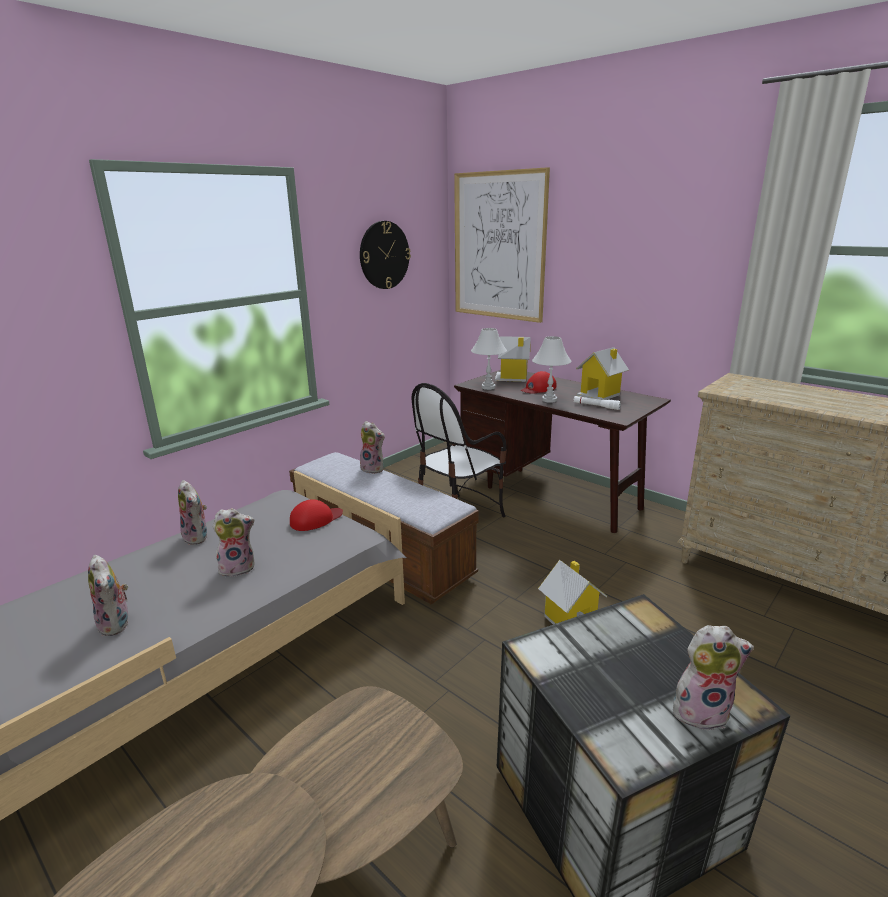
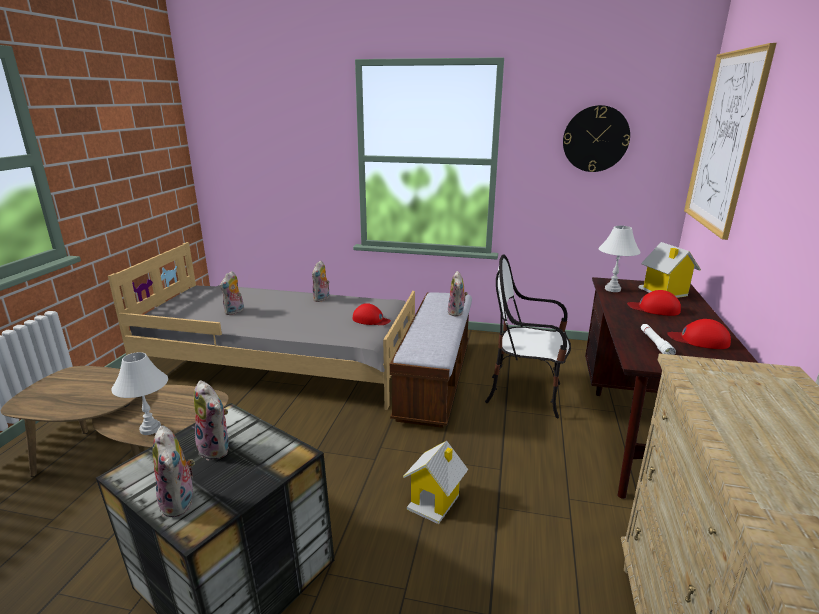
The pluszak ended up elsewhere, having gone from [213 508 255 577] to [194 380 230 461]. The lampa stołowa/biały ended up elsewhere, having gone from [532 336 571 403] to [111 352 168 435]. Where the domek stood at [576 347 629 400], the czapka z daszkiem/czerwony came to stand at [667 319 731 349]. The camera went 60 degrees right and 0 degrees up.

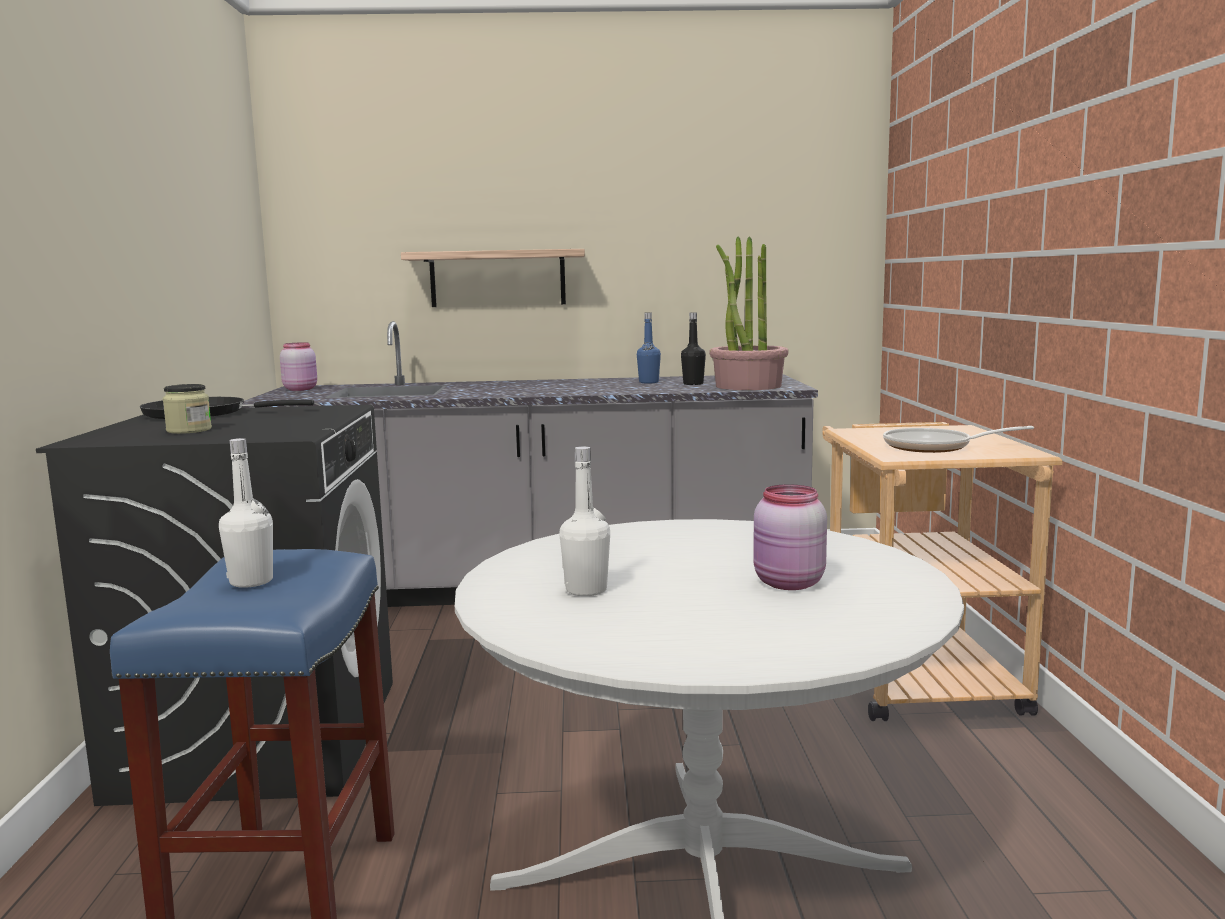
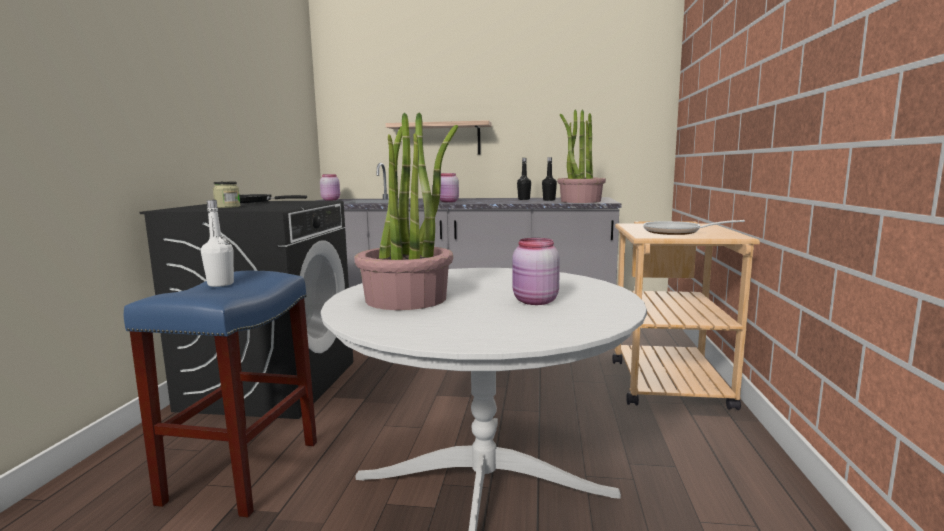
The second view gained the słoik/różowy at [440 173 459 202]. Where the butelka/biały stood at [560 446 610 596], the roślina doniczkowa came to stand at [354 113 458 310]. What was the butelka/niebieski at [637 312 661 383] turned into the butelka/czarny at [517 158 531 200]. The camera went 10 degrees right and 0 degrees up.

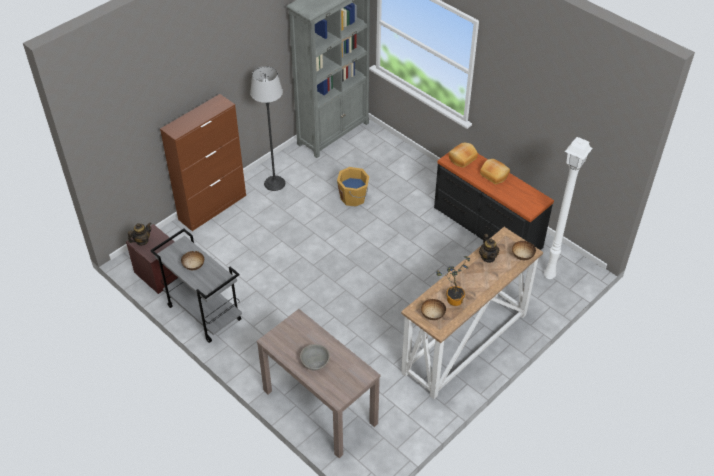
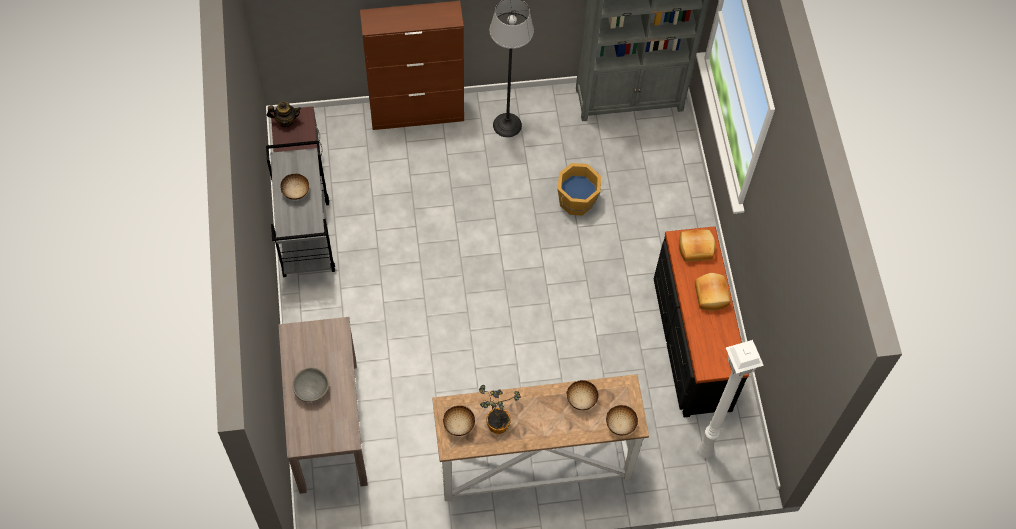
Where the imbryk stood at [479 234 499 263], the miska came to stand at [566 380 598 410]. The camera went 35 degrees right and 15 degrees up.

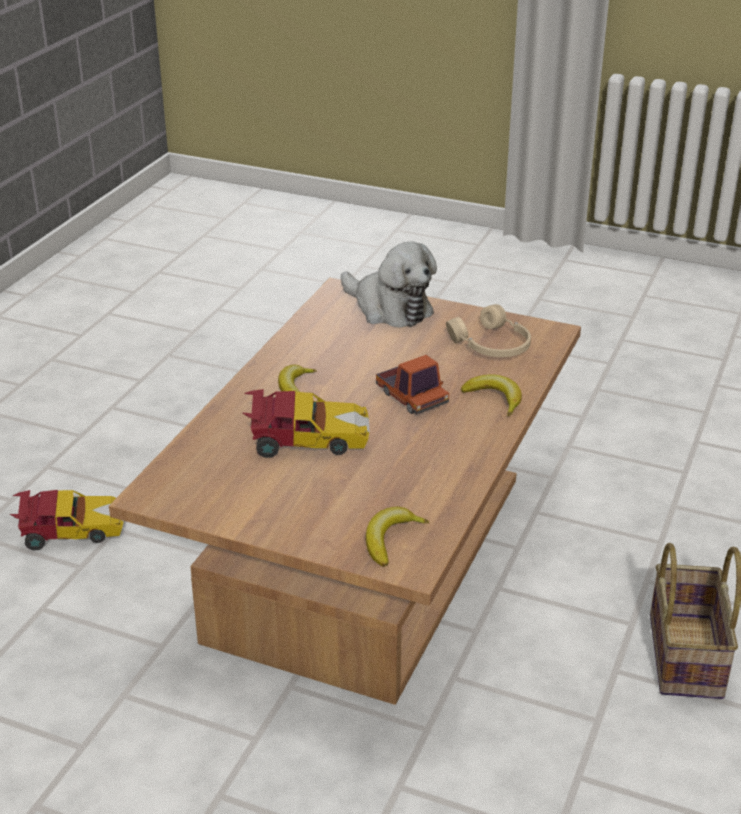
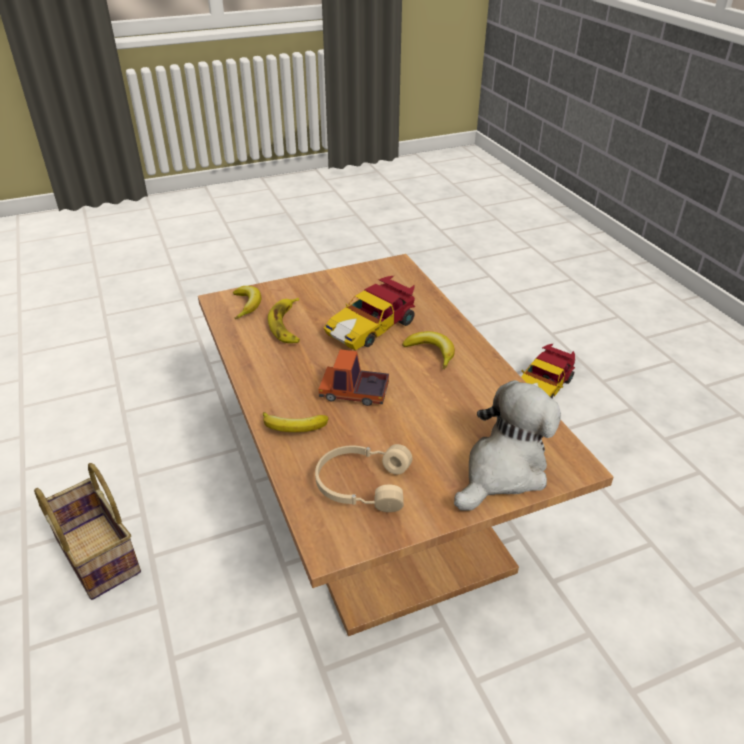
The second view gained the banan at [268 298 300 343]. The pluszak at [341 241 437 328] ended up facing another way, 135 degrees clockwise from before. The camera went 135 degrees right and 5 degrees up.

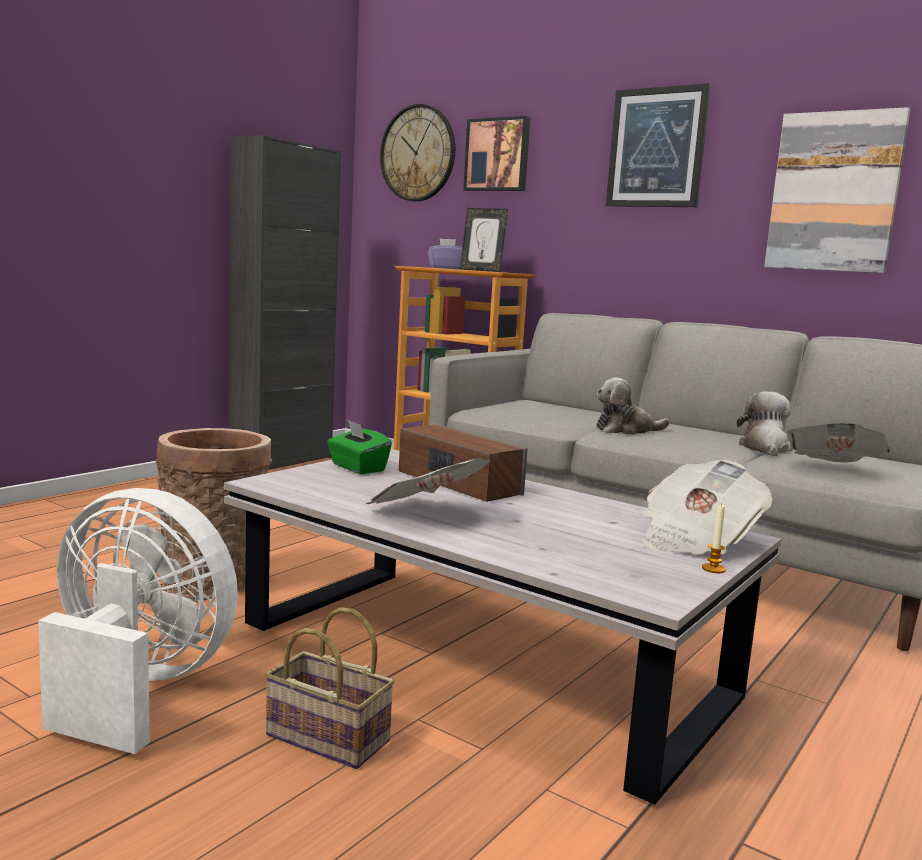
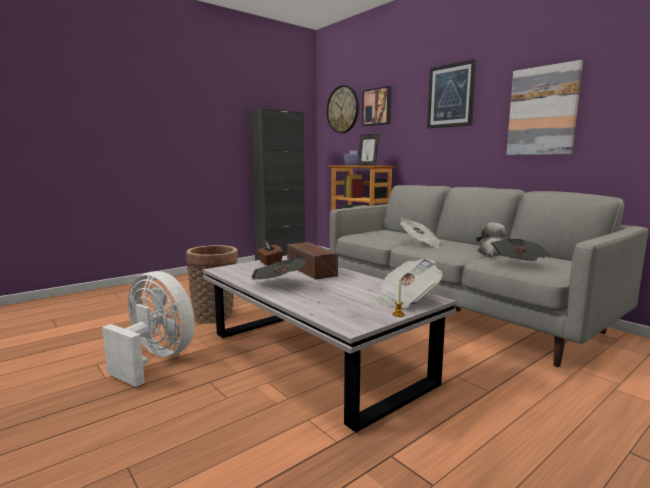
The second view lost the koszyk at [265 607 395 769]. Where the pluszak stood at [596 378 669 435], the gazeta came to stand at [400 218 441 248]. What was the pudełko chusteczek/zielony at [327 419 392 474] turned into the pudełko chusteczek/brązowy at [257 241 283 266]. The camera went 15 degrees right and 0 degrees up.

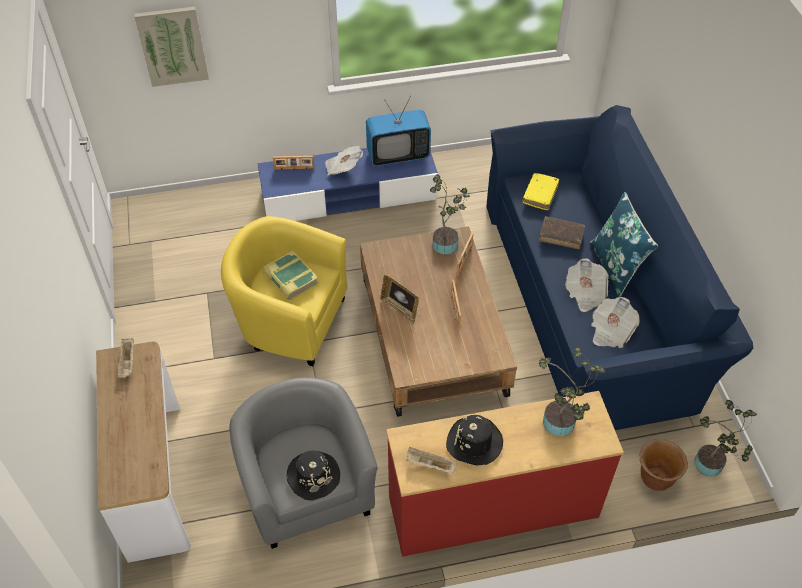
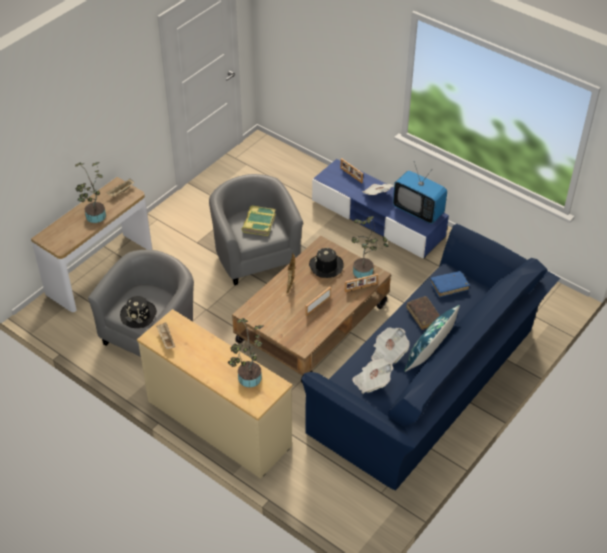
The second view lost the obraz at [134 7 209 87]. The second view lost the donica/brązowy at [640 439 688 491]. The kapelusz/czarny ended up elsewhere, having gone from [446 415 503 466] to [309 247 344 278]. The roślina doniczkowa ended up elsewhere, having gone from [694 400 757 477] to [75 162 106 223]. What was the fotel/żółty at [221 216 347 366] turned into the fotel/szary at [209 174 303 285]. What was the komoda/czerwony at [386 391 624 557] turned into the komoda/beżowy at [137 309 293 479]. What was the książka/żółty at [522 173 559 210] turned into the książka/niebieski at [430 271 470 297]. The camera went 50 degrees right and 5 degrees down.

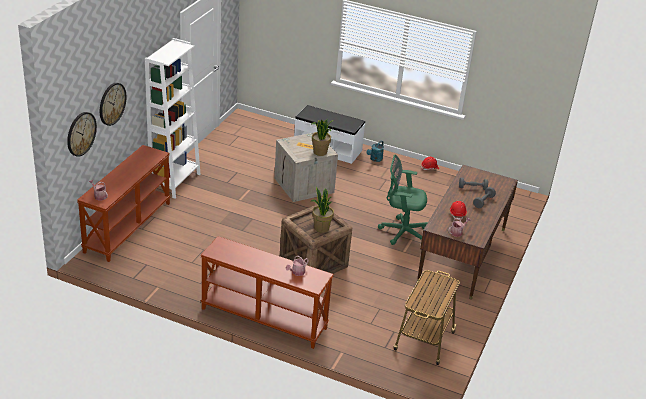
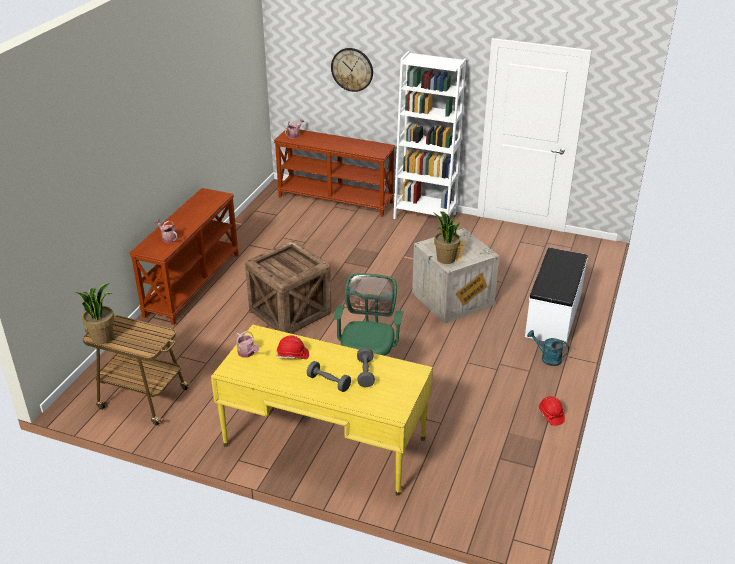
The second view lost the zegar ścienny at [67 112 97 157]. The roślina doniczkowa ended up elsewhere, having gone from [311 186 334 233] to [74 283 114 344]. What was the biurko/brązowy at [417 165 518 299] turned into the biurko/żółty at [211 324 433 496]. The camera went 90 degrees right and 0 degrees up.

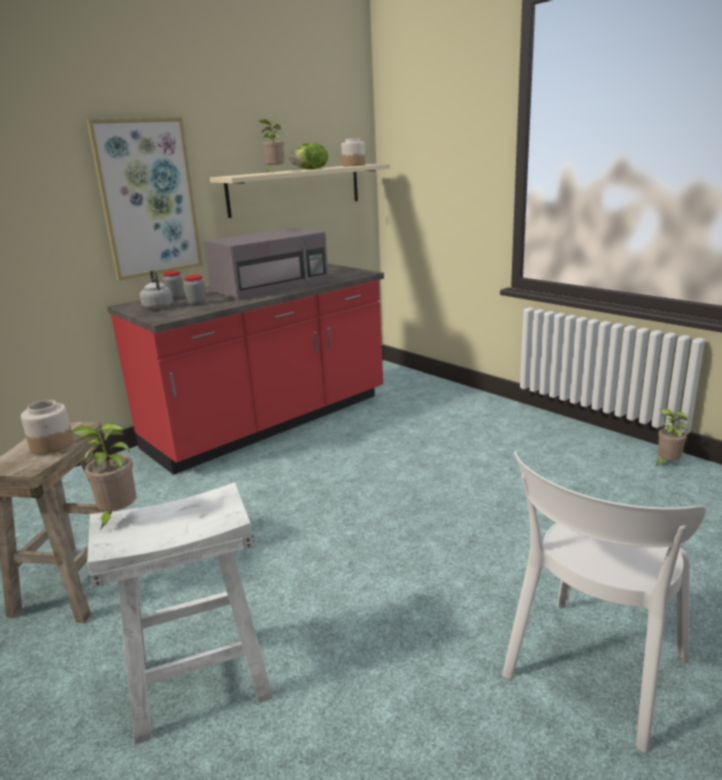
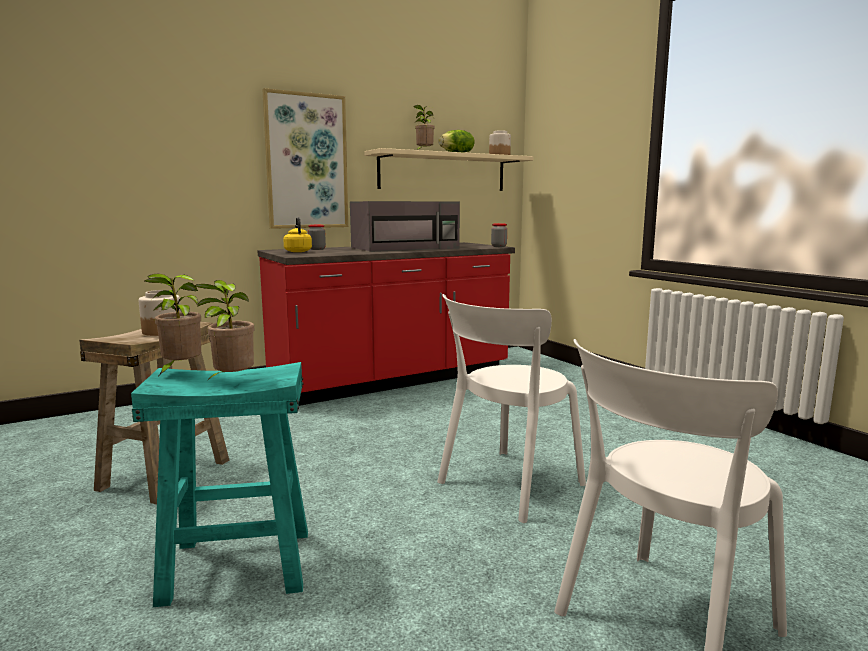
The second view gained the krzesło/biały at [437 294 586 523]. The słoik ended up elsewhere, having gone from [184 275 206 306] to [491 223 507 247]. The roślina doniczkowa ended up elsewhere, having gone from [656 409 688 466] to [195 280 254 380]. What was the stołek/biały at [87 482 273 744] turned into the stołek/turkusowy at [131 362 308 607]. What was the czajnik/szary at [140 270 173 310] turned into the czajnik/żółty at [283 217 312 252]. The camera went 10 degrees right and 10 degrees down.

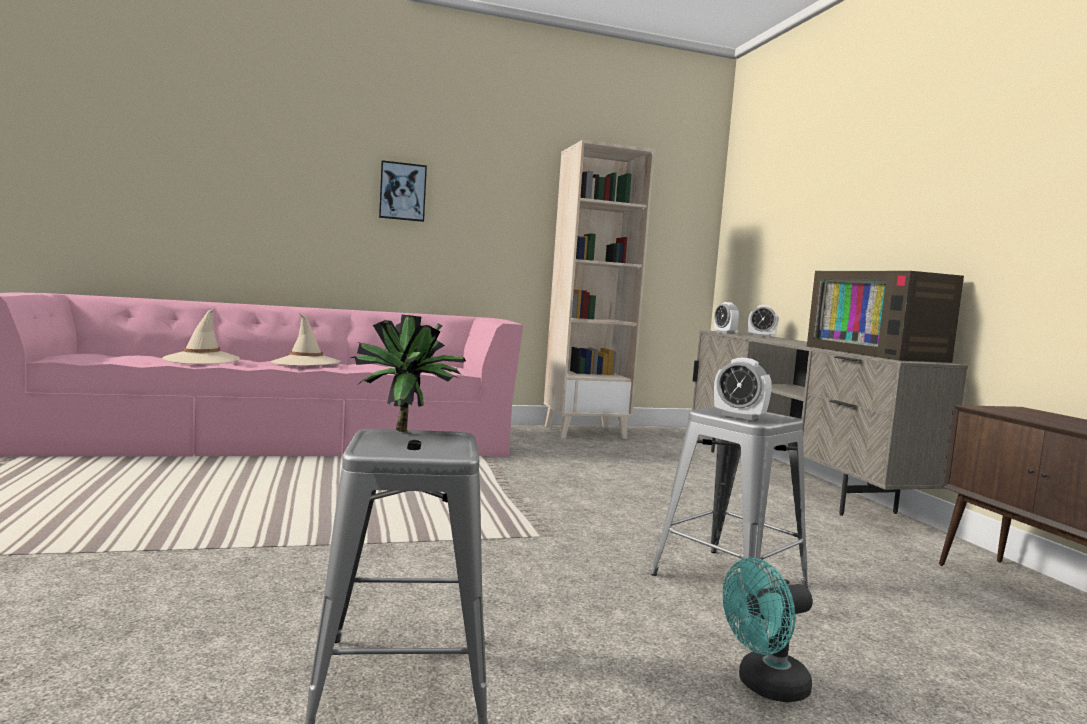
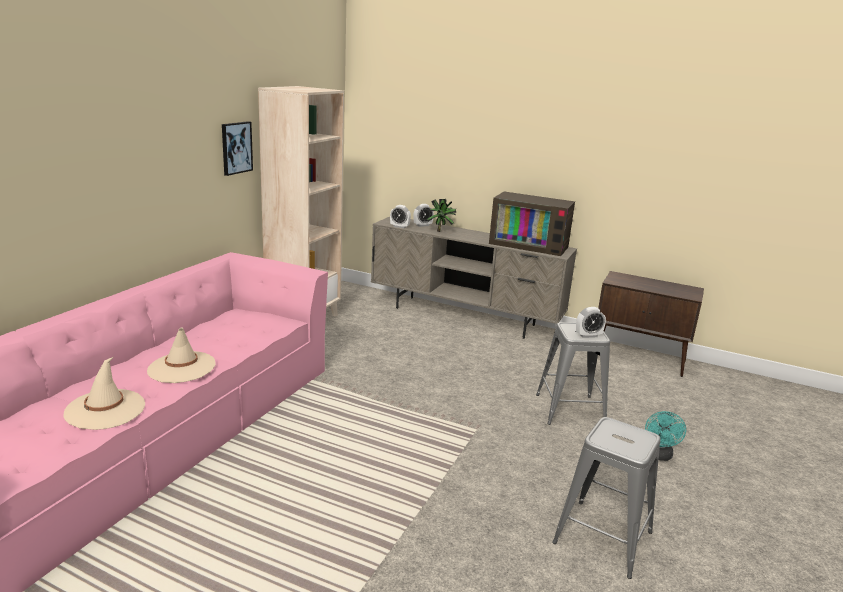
The roślina doniczkowa ended up elsewhere, having gone from [351 315 466 432] to [426 199 456 232]. The obraz ended up elsewhere, having gone from [379 160 427 222] to [222 121 253 176]. The camera went 50 degrees left and 15 degrees up.

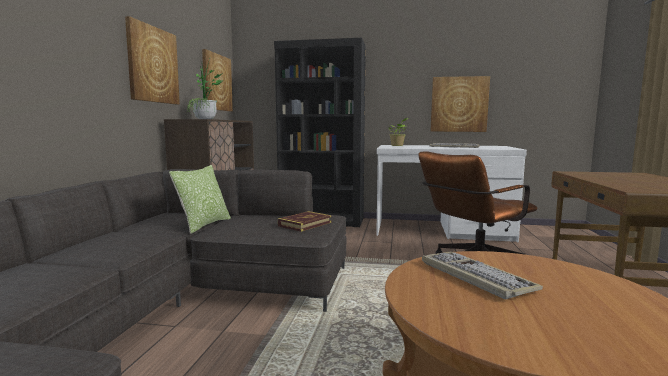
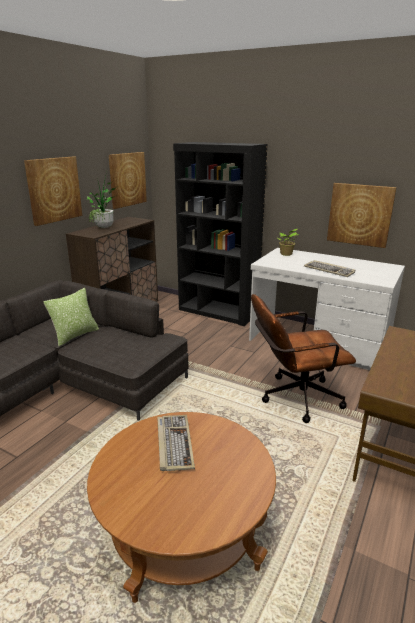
The second view lost the książka at [278 211 331 232]. The camera went 20 degrees right and 15 degrees up.

